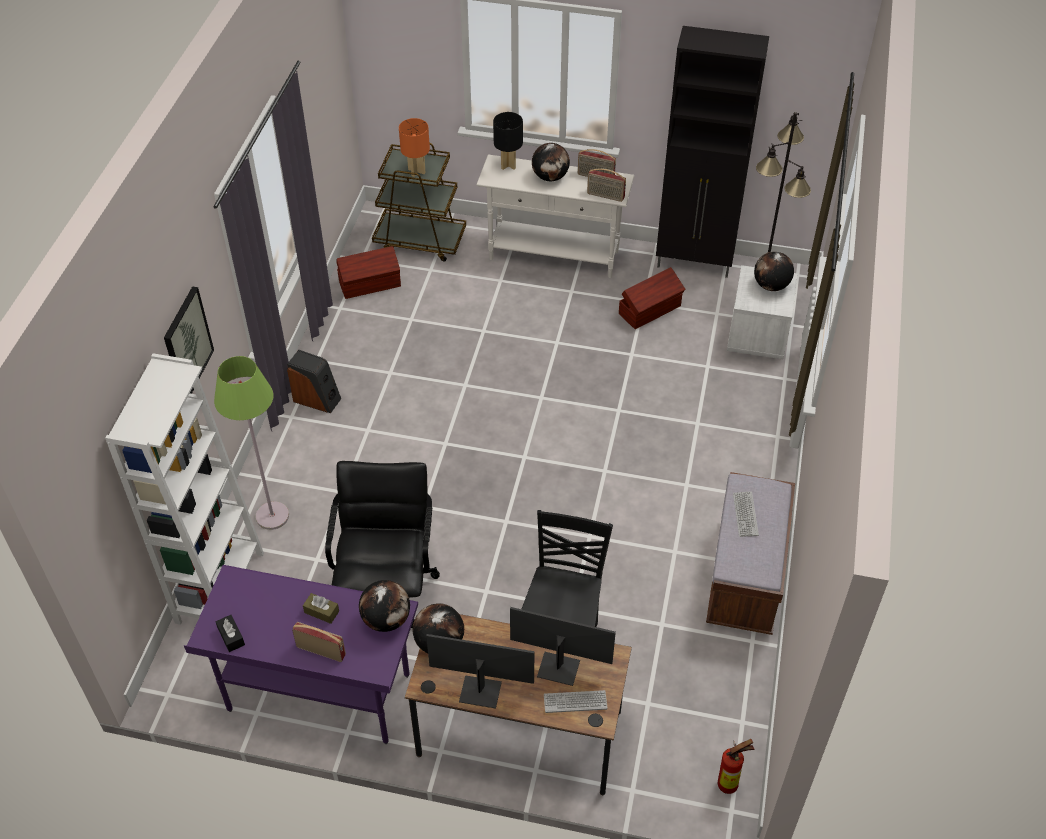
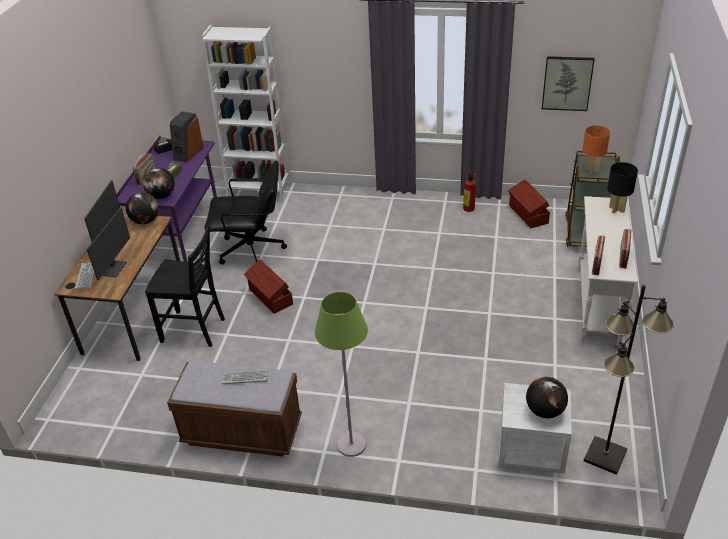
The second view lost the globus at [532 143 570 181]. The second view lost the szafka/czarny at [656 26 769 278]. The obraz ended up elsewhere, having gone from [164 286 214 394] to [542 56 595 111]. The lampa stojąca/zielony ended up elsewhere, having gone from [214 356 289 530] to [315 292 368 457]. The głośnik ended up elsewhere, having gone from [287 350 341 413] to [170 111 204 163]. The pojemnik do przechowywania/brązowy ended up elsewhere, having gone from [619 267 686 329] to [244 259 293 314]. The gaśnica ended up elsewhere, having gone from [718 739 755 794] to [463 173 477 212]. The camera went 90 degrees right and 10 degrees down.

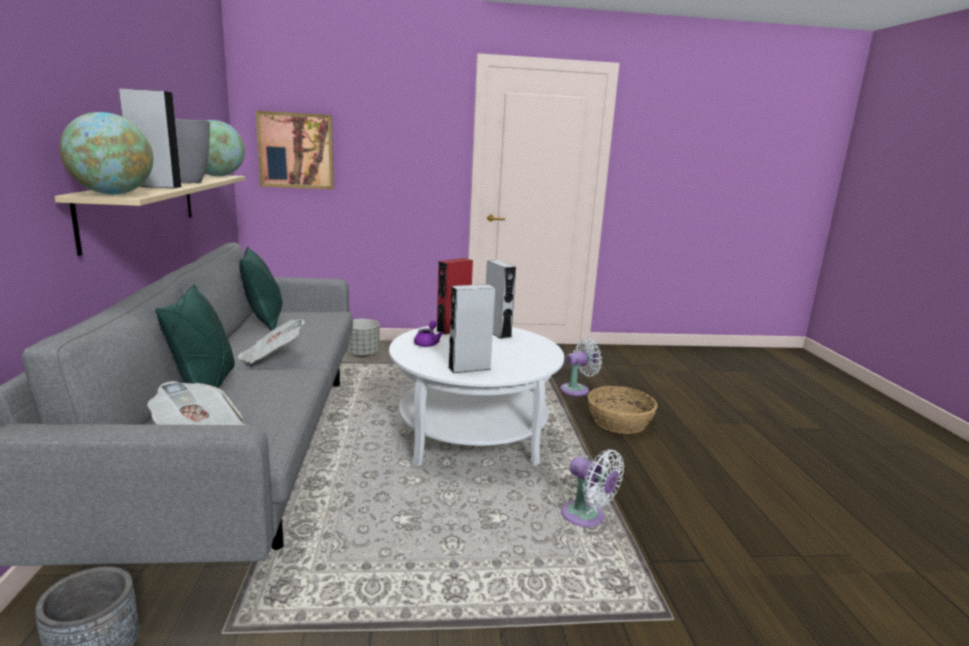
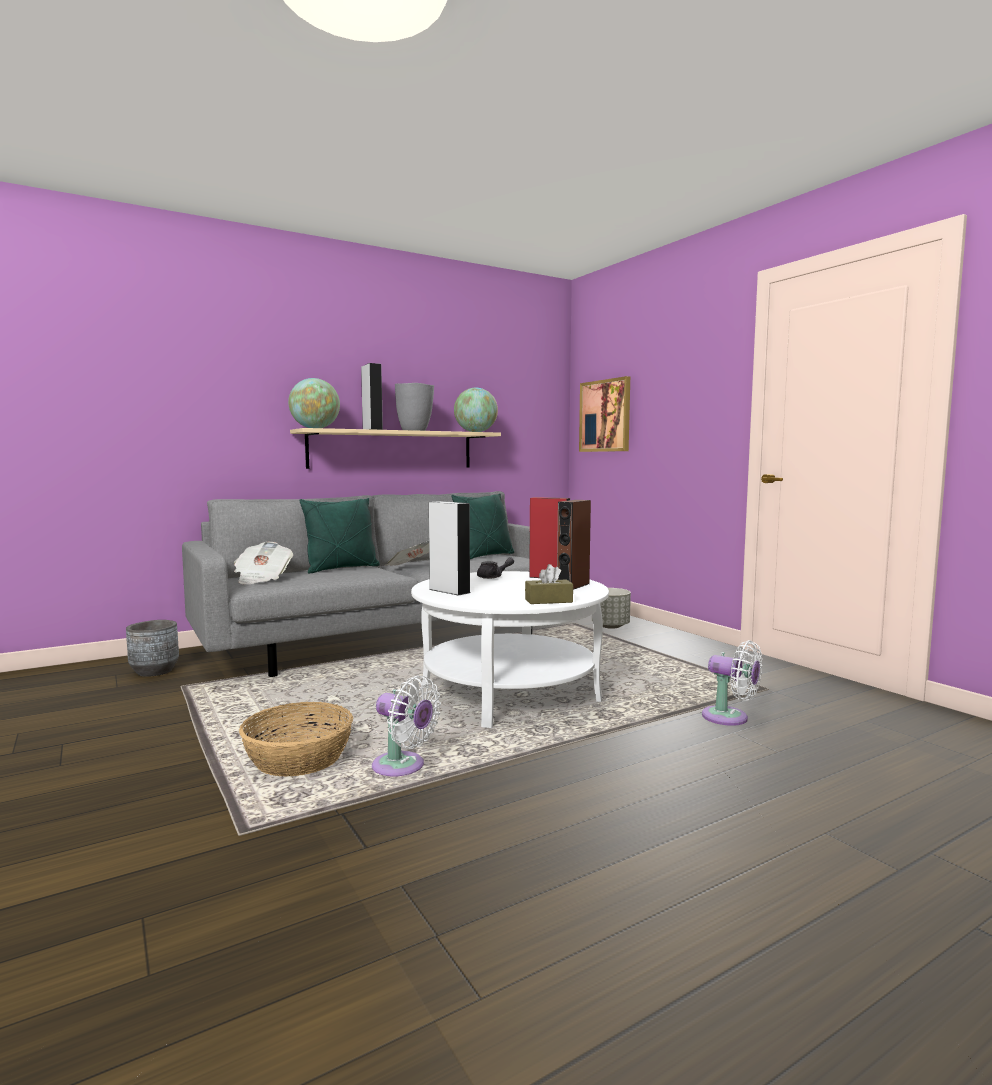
The second view gained the pudełko chusteczek/brązowy at [525 564 573 604]. The koszyk ended up elsewhere, having gone from [588 386 658 434] to [239 702 353 776]. What was the imbryk/fioletowy at [414 321 443 347] turned into the imbryk/szary at [477 557 514 579]. What was the głośnik/szary at [486 260 516 339] turned into the głośnik/brązowy at [557 500 591 590]. The wentylator/biały at [561 449 624 527] ended up facing another way, 75 degrees counterclockwise from before. The camera went 65 degrees right and 10 degrees down.

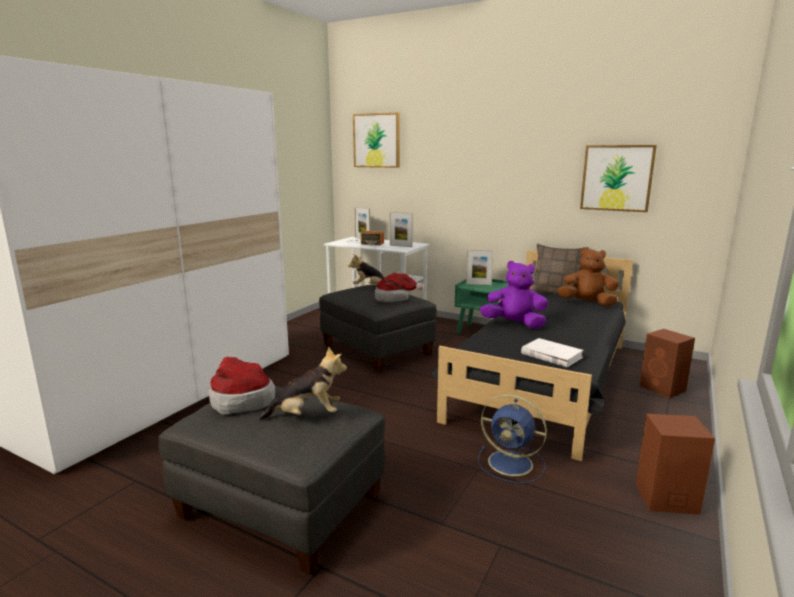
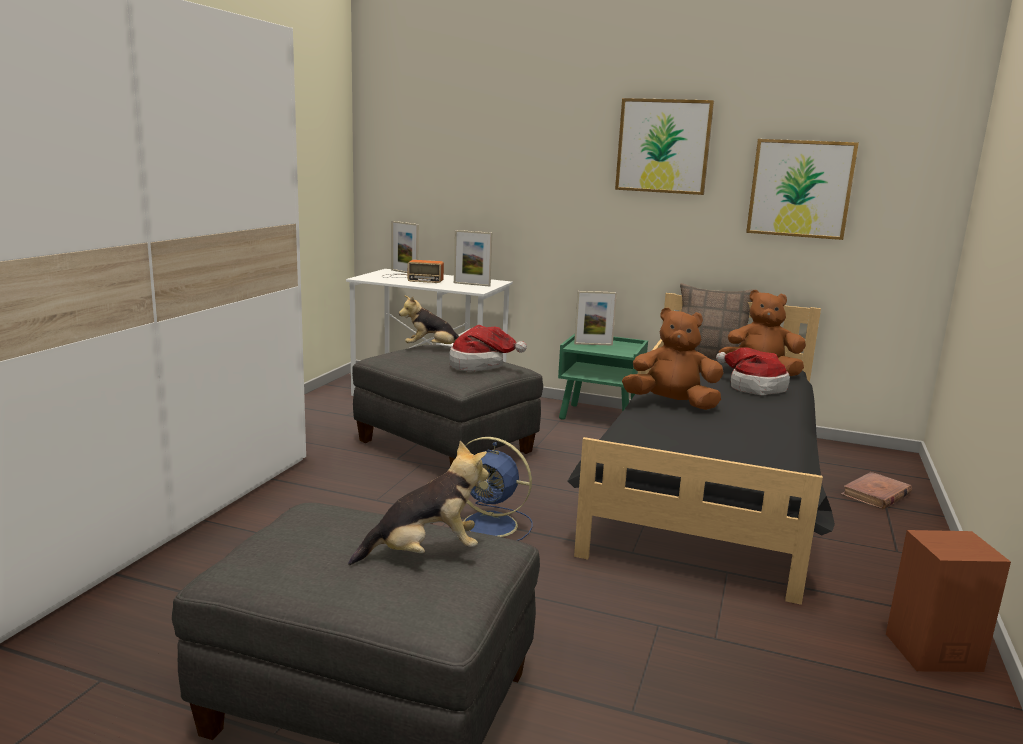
The second view lost the książka/biały at [521 338 584 367]. The kapelusz ended up elsewhere, having gone from [209 357 275 415] to [716 347 790 395]. The obraz ended up elsewhere, having gone from [353 112 400 168] to [615 98 714 195]. The wentylator/niebieski ended up elsewhere, having gone from [478 394 547 484] to [463 437 532 541]. Where the głośnik/brązowy stood at [640 329 695 398], the książka/brązowy came to stand at [841 472 912 510]. What was the pluszak/fioletowy at [480 261 548 329] turned into the pluszak/brązowy at [622 308 724 410]. The camera went 10 degrees left and 0 degrees up.

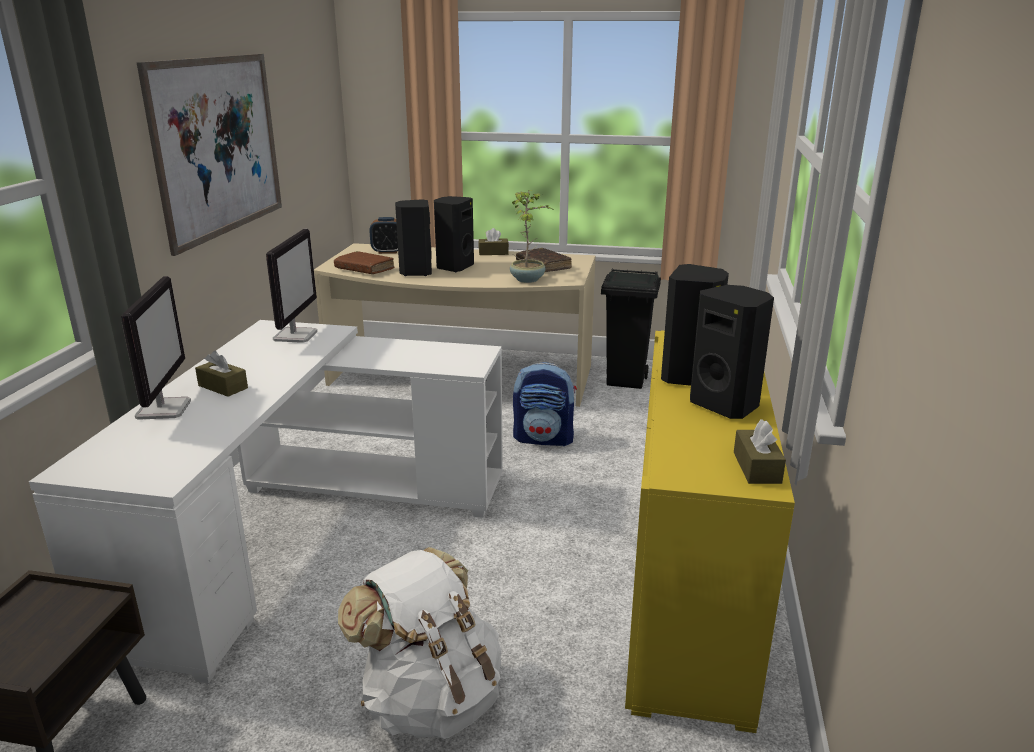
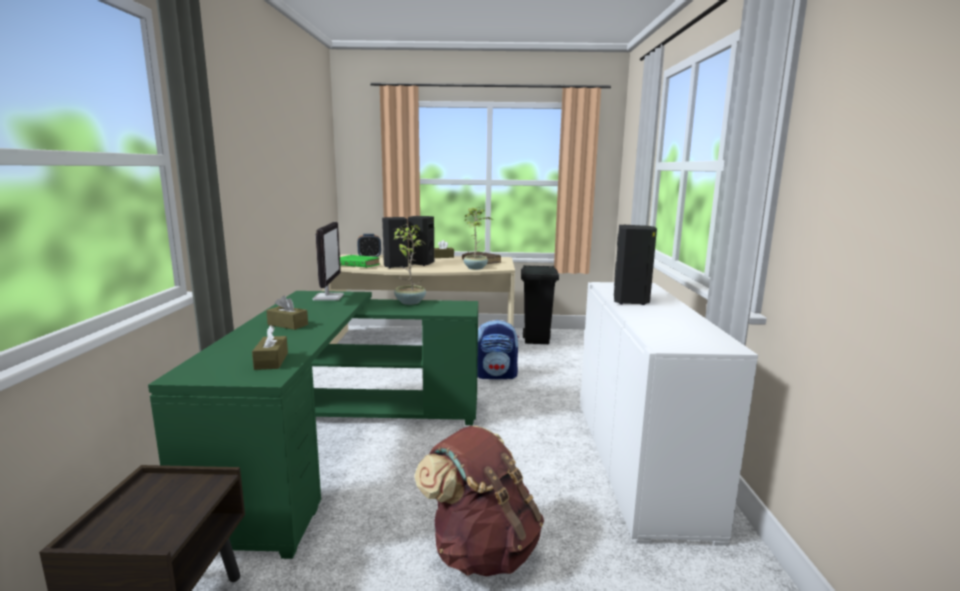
The second view lost the monitor at [121 276 191 420]. The second view lost the obraz at [136 54 282 256]. The second view lost the głośnik/czarny at [690 285 774 419]. The second view gained the roślina doniczkowa at [393 225 426 305]. The pudełko chusteczek/brązowy ended up elsewhere, having gone from [734 419 786 484] to [252 325 288 370]. What was the biurko/biały at [29 320 503 684] turned into the biurko/zielony at [148 291 478 559]. What was the książka/brązowy at [334 251 395 274] turned into the książka/zielony at [340 255 380 268]. What was the plecak/biały at [338 547 502 739] turned into the plecak/brązowy at [414 426 544 577]. What was the szafka/żółty at [625 331 795 733] turned into the szafka/biały at [580 282 758 546]. The camera went 10 degrees left and 10 degrees down.

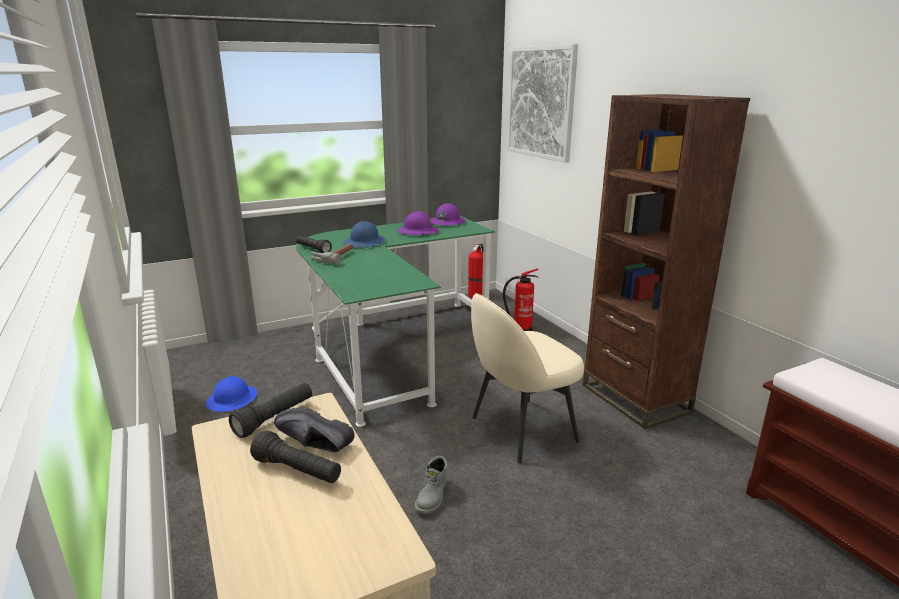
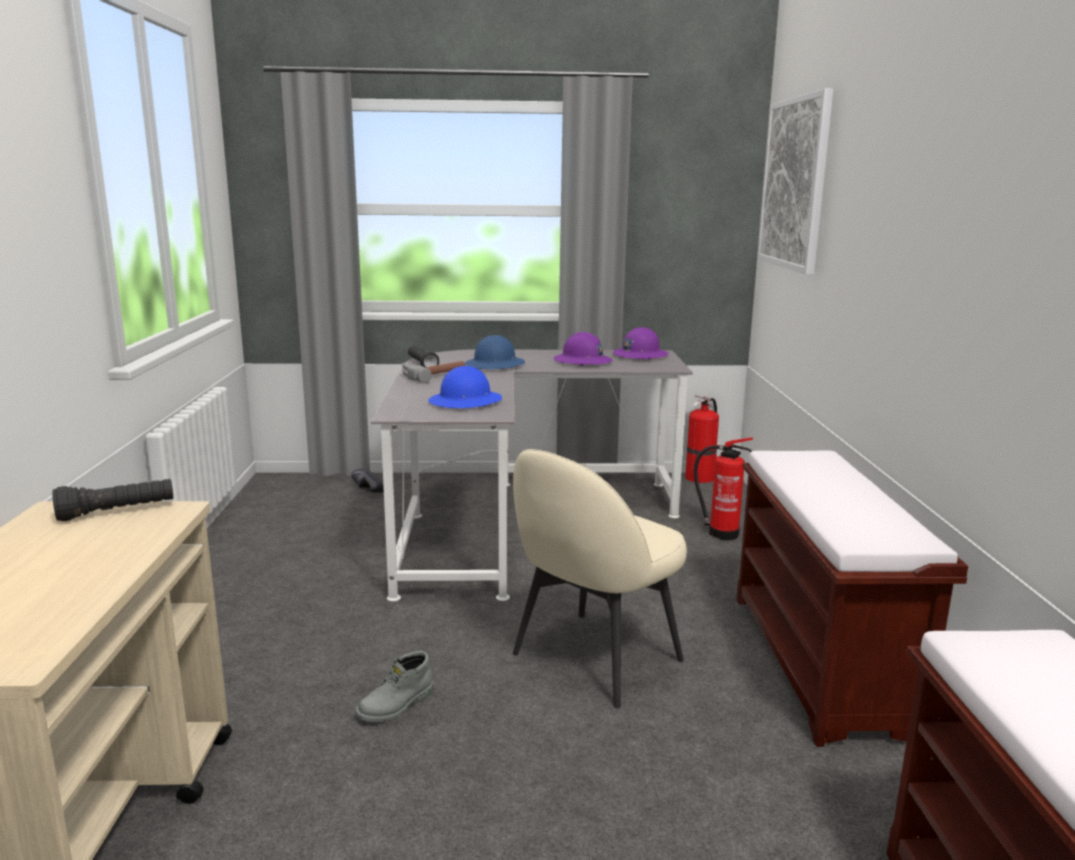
The second view lost the latarka/czarny at [250 431 341 483]. The kask/niebieski ended up elsewhere, having gone from [206 376 257 412] to [428 366 502 408]. The but/czarny ended up elsewhere, having gone from [274 407 354 452] to [351 468 384 493]. Where the regał/brązowy stood at [583 94 750 429], the ławka/brązowy came to stand at [736 451 968 747]. What was the biurko/zielony at [296 216 495 427] turned into the biurko/szary at [370 349 693 602]. The krzesło/beżowy at [471 293 584 464] ended up facing another way, 45 degrees counterclockwise from before. The camera went 25 degrees right and 5 degrees down.

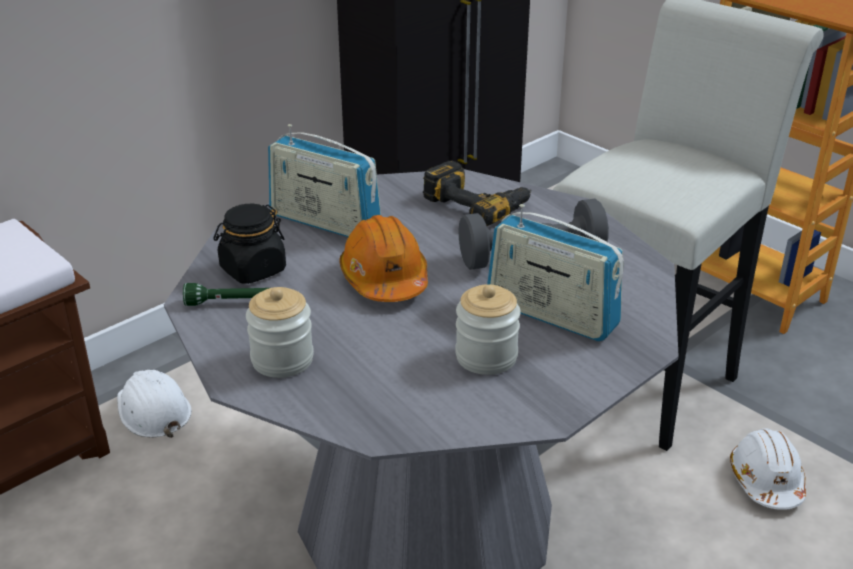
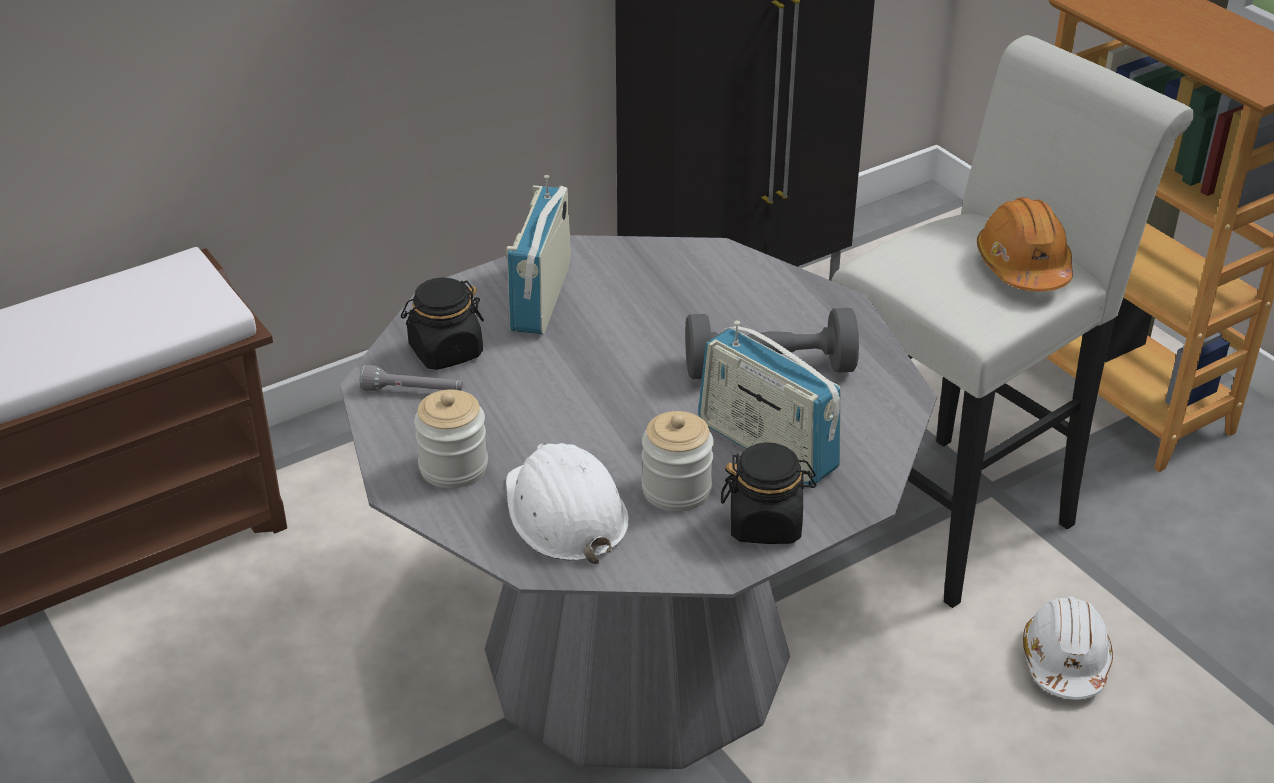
The second view lost the wiertarka at [423 161 532 226]. The second view gained the słoik/czarny at [721 443 816 544]. The kask/biały ended up elsewhere, having gone from [117 370 192 438] to [506 443 629 564]. The kask/pomarańczowy ended up elsewhere, having gone from [339 215 428 302] to [977 197 1073 292]. What was the latarka/zielony at [183 283 269 306] turned into the latarka/szary at [360 365 463 391]. The radio at [268 124 381 237] ended up facing another way, 60 degrees clockwise from before. The camera went 10 degrees right and 5 degrees up.

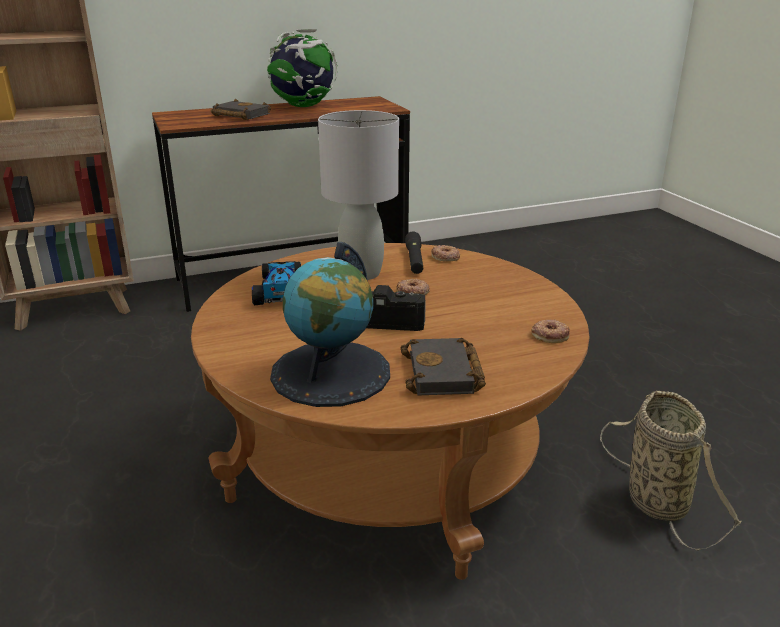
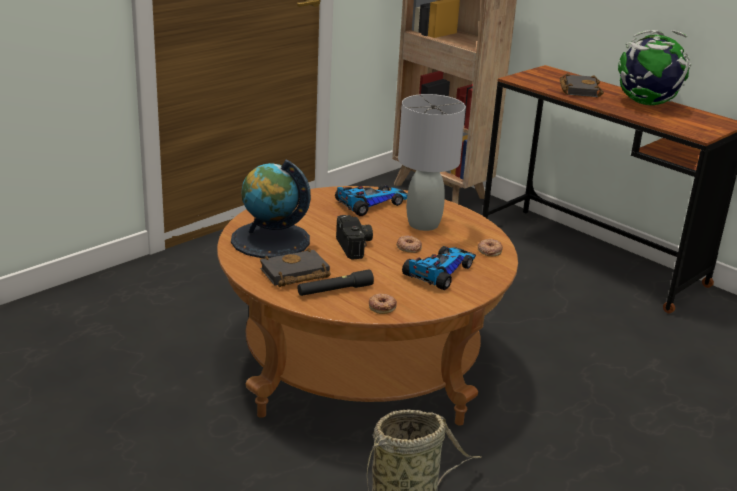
The second view gained the samochodzik at [402 246 476 290]. The latarka/czarny ended up elsewhere, having gone from [405 232 423 274] to [298 269 374 296]. The camera went 65 degrees right and 0 degrees up.

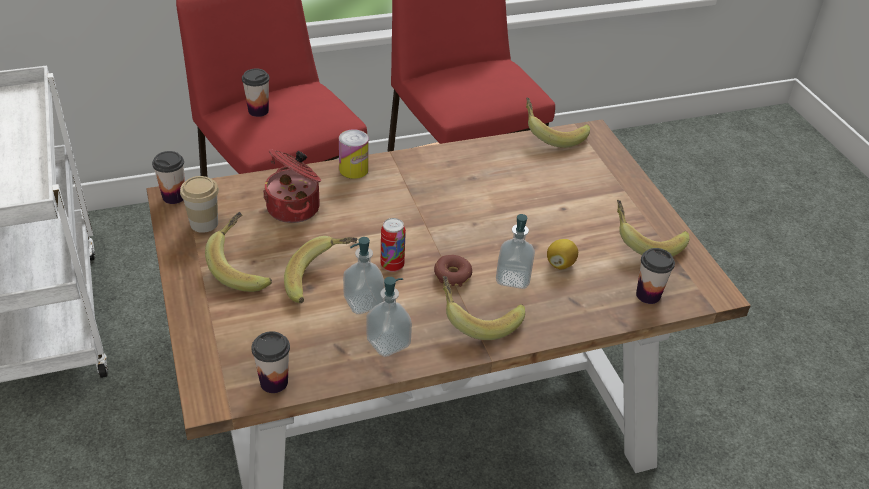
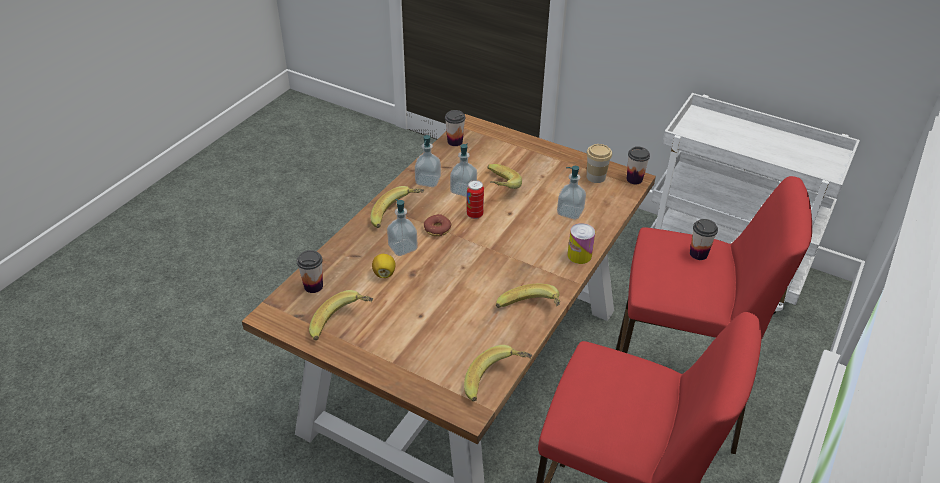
The banan ended up elsewhere, having gone from [205 212 272 292] to [496 284 560 308]. Where the garnek stood at [263 149 321 223], the dozownik mydła came to stand at [557 166 586 220]. The camera went 140 degrees right and 0 degrees up.

